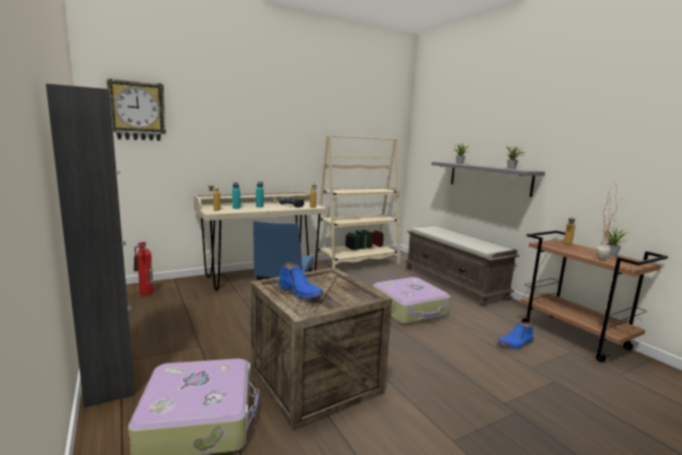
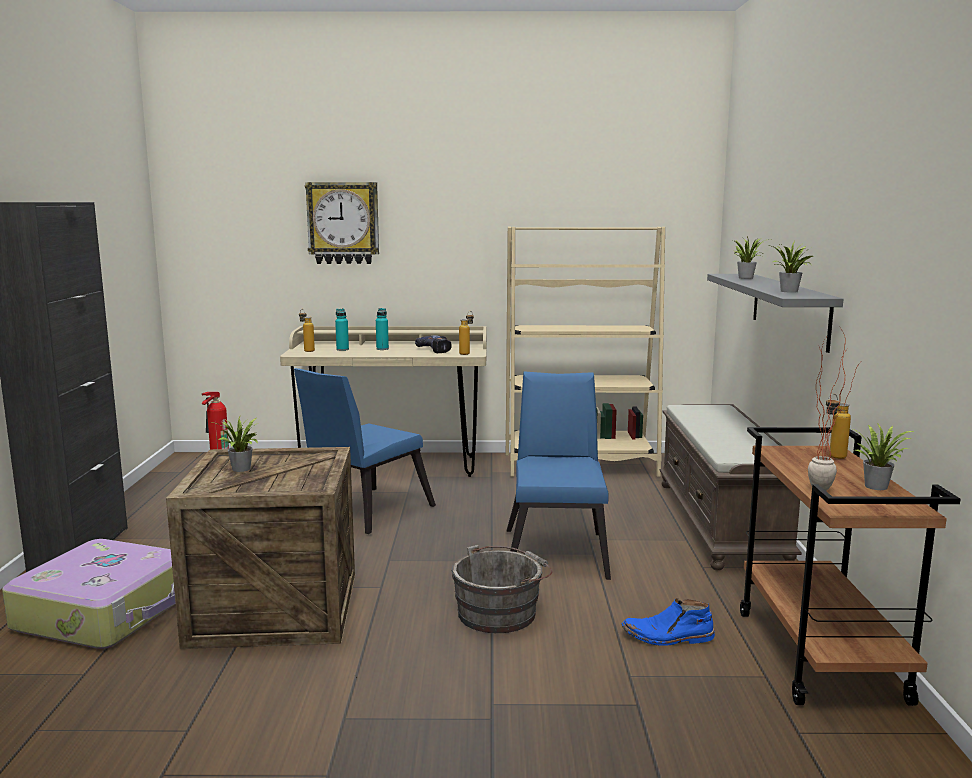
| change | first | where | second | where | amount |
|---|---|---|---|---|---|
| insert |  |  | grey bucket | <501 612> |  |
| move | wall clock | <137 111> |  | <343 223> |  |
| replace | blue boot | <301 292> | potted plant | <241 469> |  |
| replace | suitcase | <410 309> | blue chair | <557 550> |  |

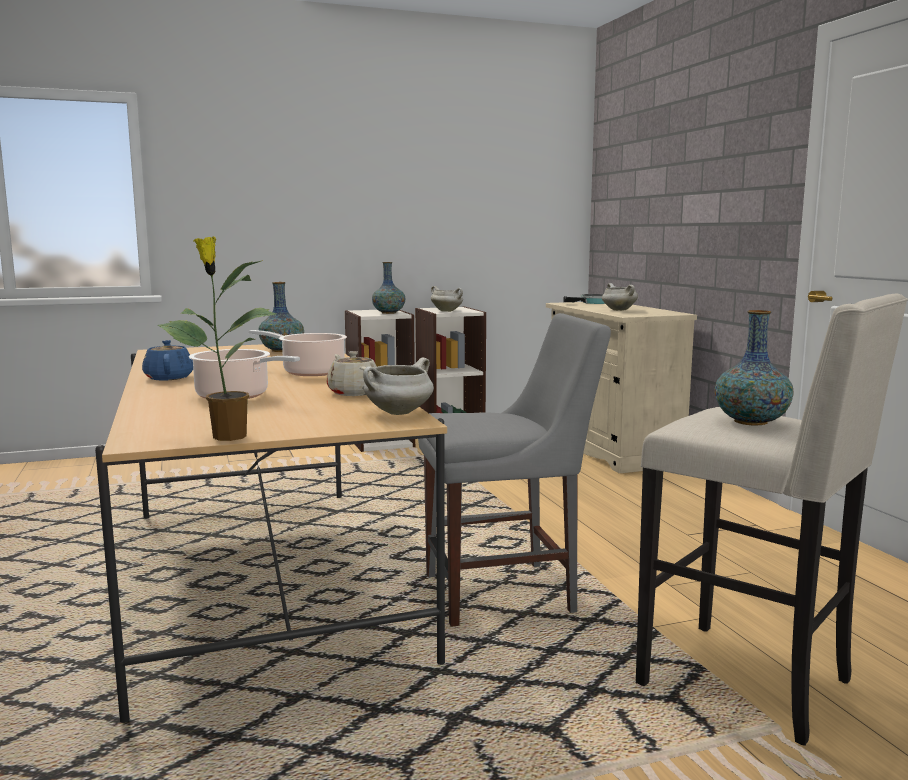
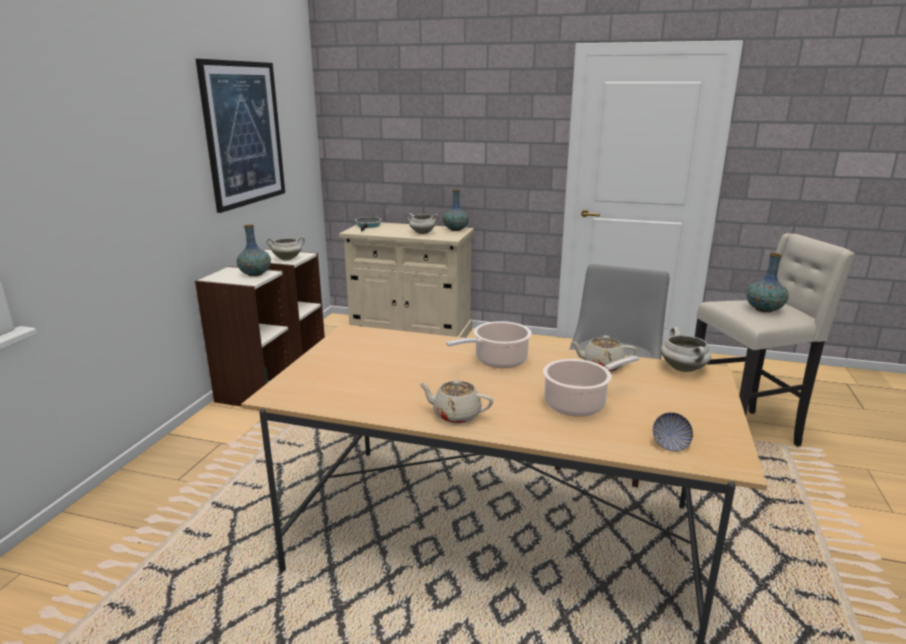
| change | first | where | second | where | amount |
|---|---|---|---|---|---|
| delete | potted plant | <227 437> |  |  |  |
| insert |  |  | picture | <244 134> |  |
| insert |  |  | bowl | <670 445> |  |
| move | vase | <282 350> |  | <455 229> |  |
| recolor | blue teapot | <169 377> | beige teapot | <455 415> |  |

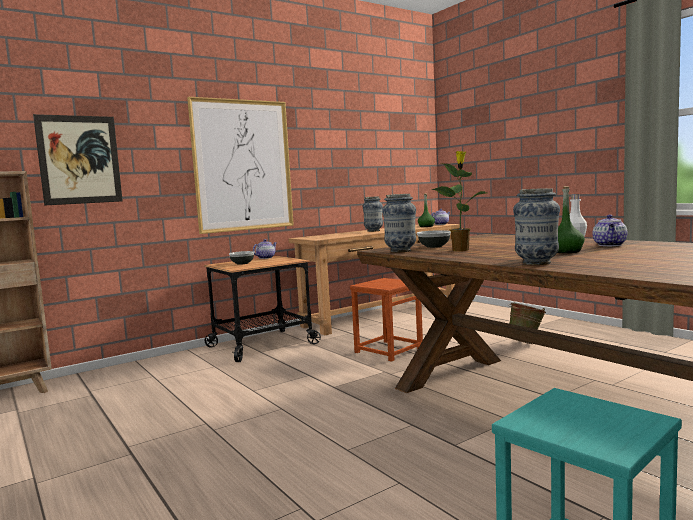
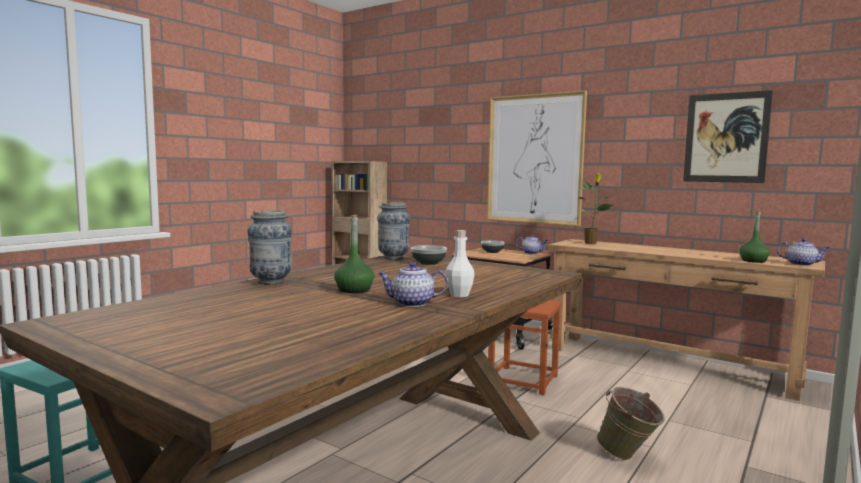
| change | first | where | second | where | amount |
|---|---|---|---|---|---|
| delete | vase | <373 231> |  |  |  |
| move | picture | <79 160> |  | <726 138> |  |
| move | potted plant | <461 250> |  | <591 243> |  |

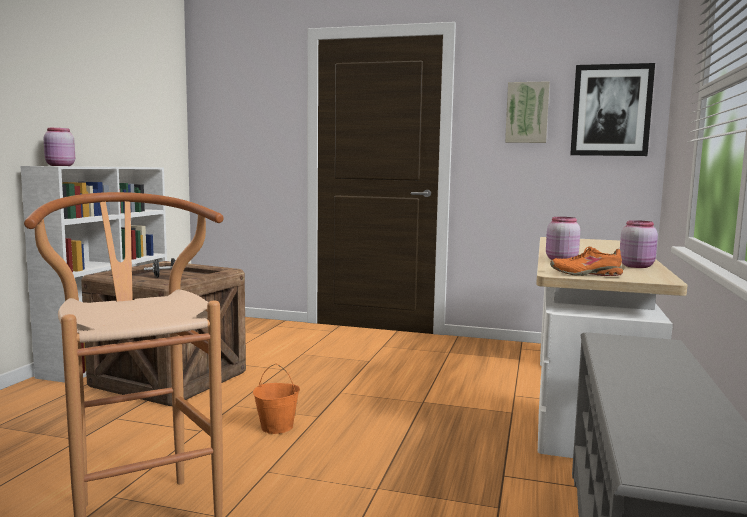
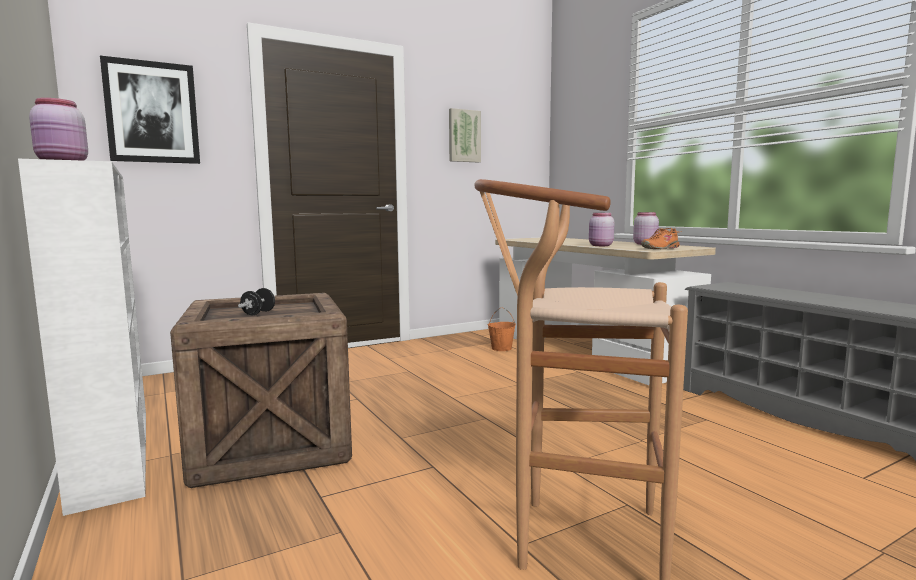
| change | first | where | second | where | amount |
|---|---|---|---|---|---|
| move | orange bucket | <277 427> |  | <501 348> |  |
| move | picture | <611 110> |  | <152 112> |  |

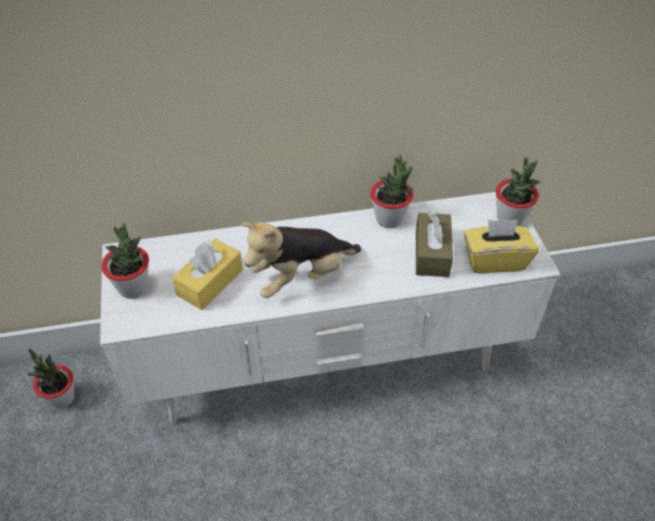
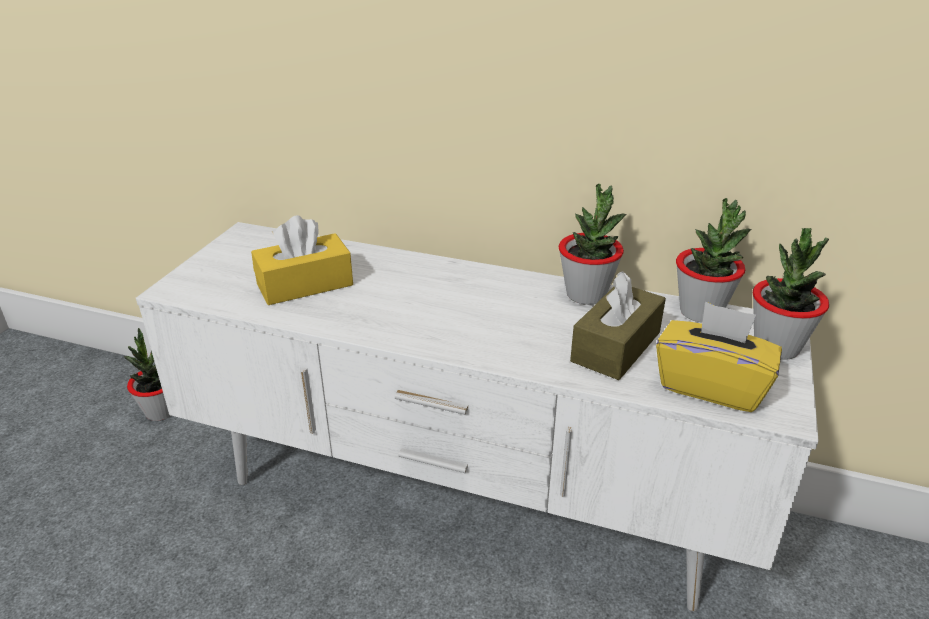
| change | first | where | second | where | amount |
|---|---|---|---|---|---|
| delete | plush toy | <302 277> |  |  |  |
| move | potted plant | <133 288> |  | <701 312> |  |

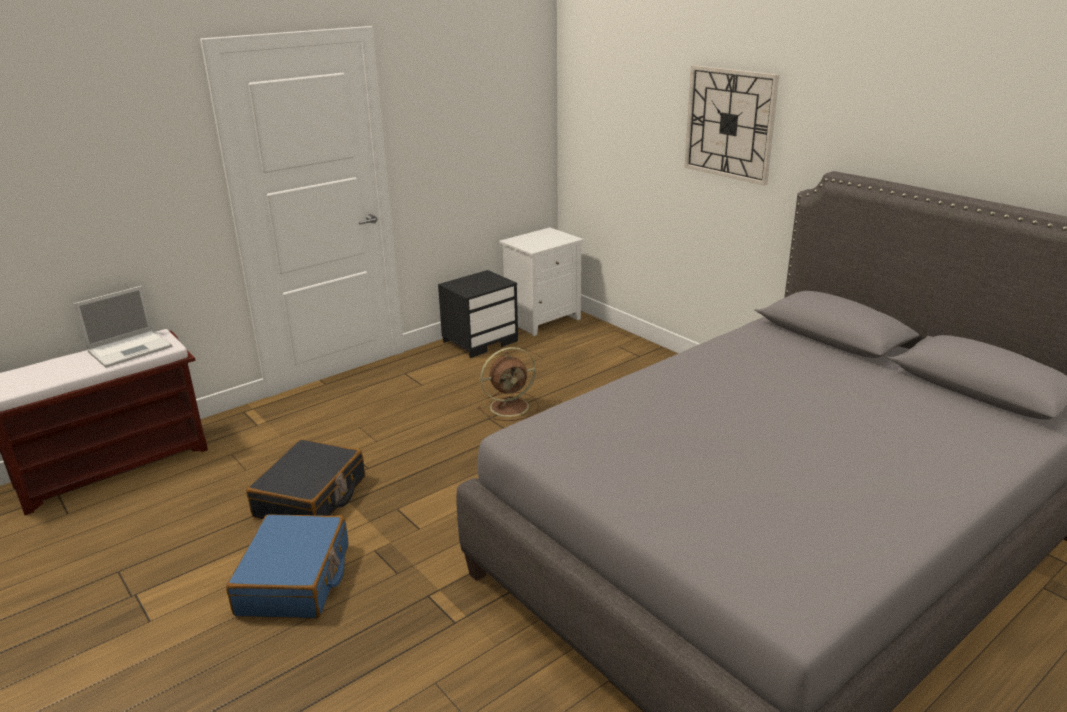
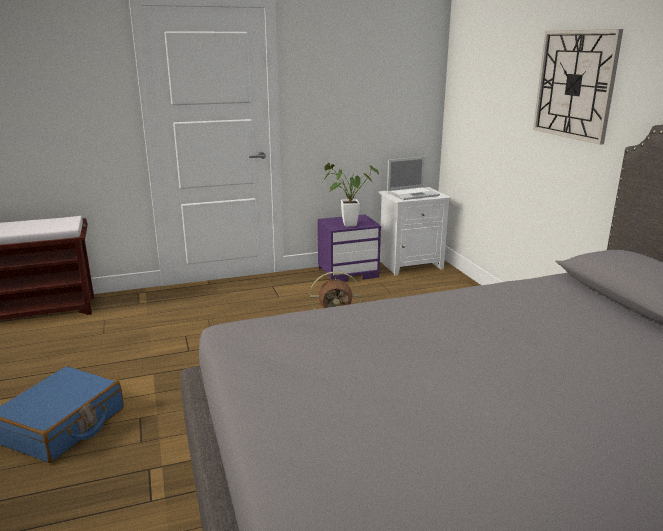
| change | first | where | second | where | amount |
|---|---|---|---|---|---|
| delete | black suitcase | <311 497> |  |  |  |
| insert |  |  | potted plant | <346 225> |  |
| move | laptop | <131 348> |  | <413 194> |  |
| recolor | black nightstand | <480 341> | purple nightstand | <348 272> |  |

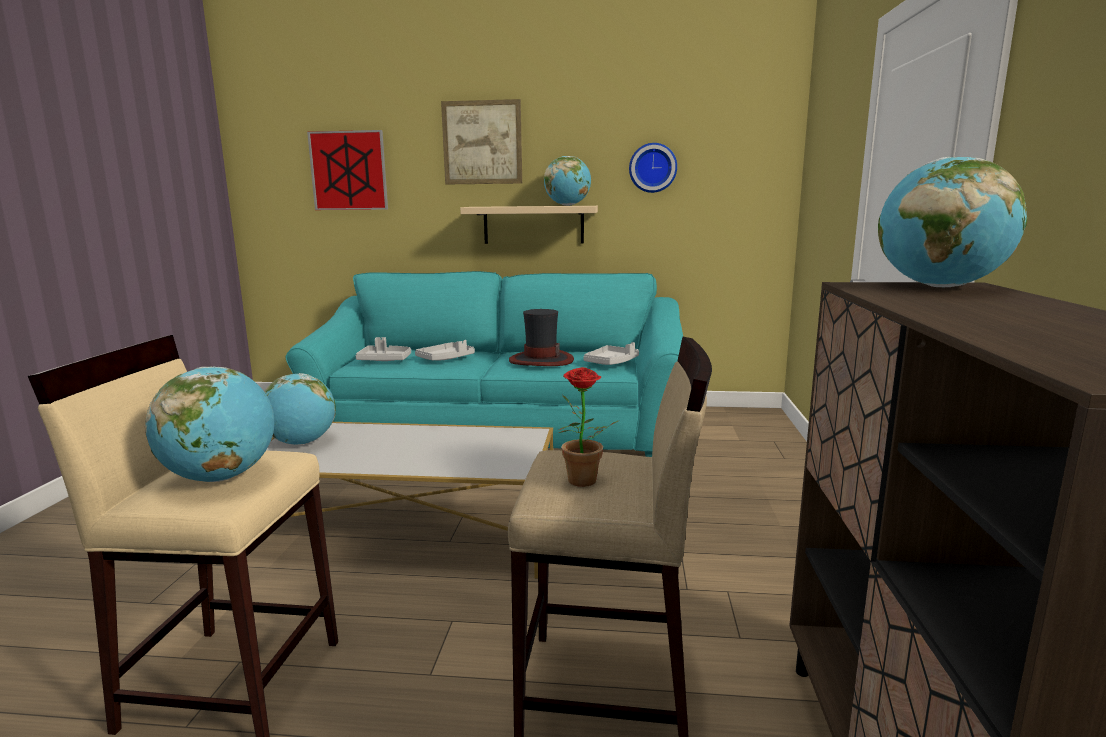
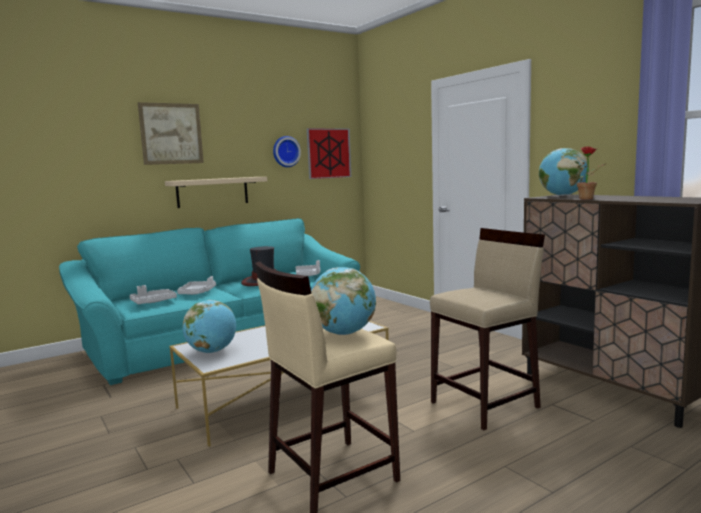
| change | first | where | second | where | amount |
|---|---|---|---|---|---|
| delete | globe | <567 205> |  |  |  |
| move | picture | <348 171> |  | <329 153> |  |
| move | potted plant | <583 483> |  | <589 199> |  |

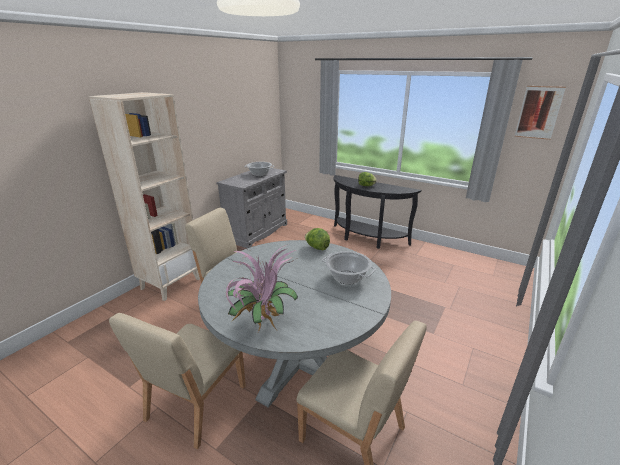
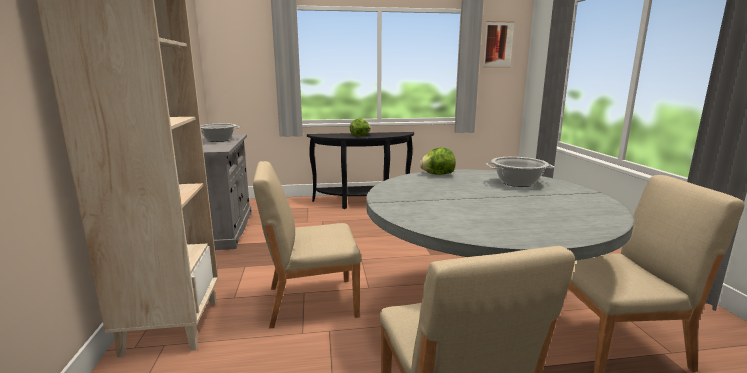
| change | first | where | second | where | amount |
|---|---|---|---|---|---|
| delete | potted plant | <262 324> |  |  |  |

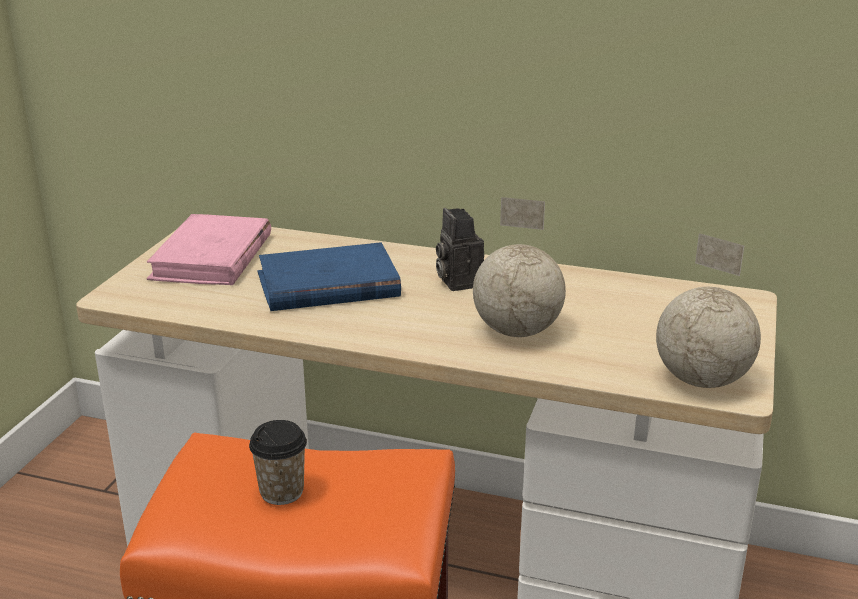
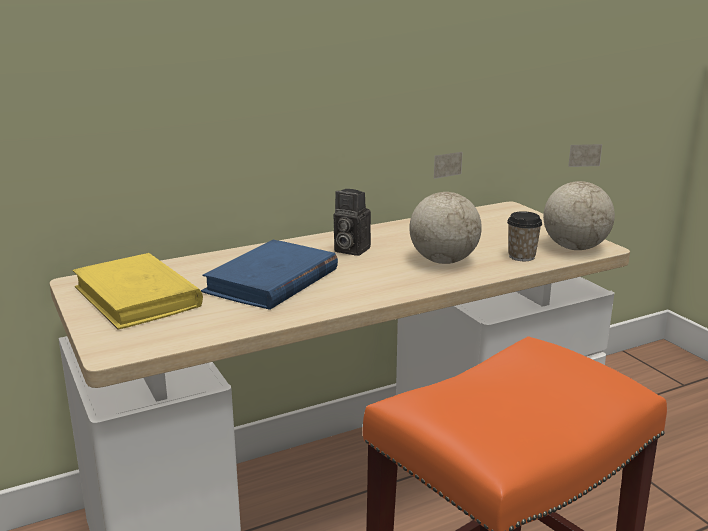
| change | first | where | second | where | amount |
|---|---|---|---|---|---|
| move | cup | <281 492> |  | <521 256> |  |
| recolor | pink book | <212 257> | yellow book | <137 297> |  |

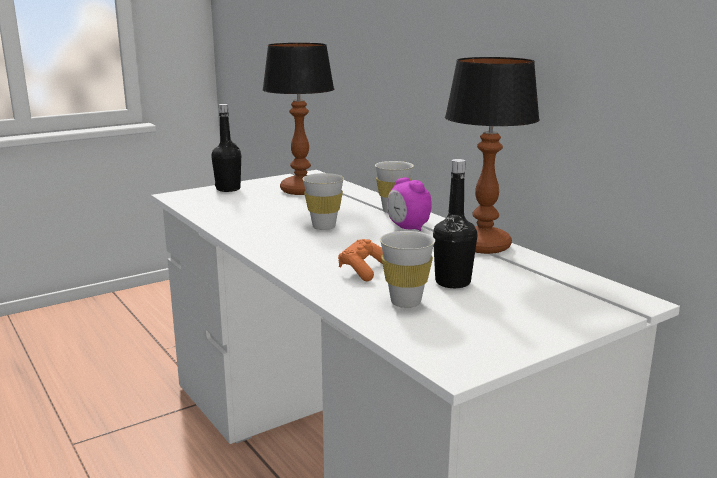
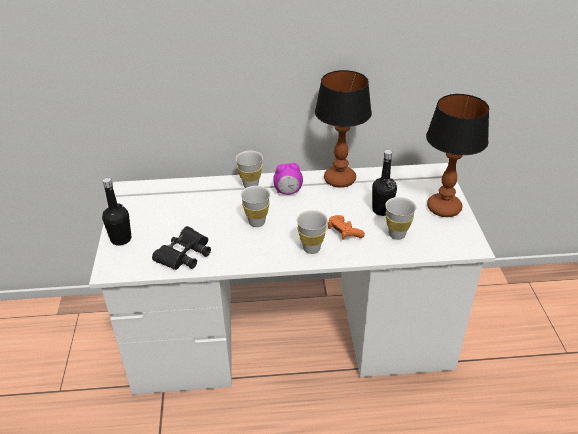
| change | first | where | second | where | amount |
|---|---|---|---|---|---|
| insert |  |  | black binoculars | <184 254> |  |
| insert |  |  | white cup | <311 248> |  |
| move | table lamp | <301 190> |  | <444 208> |  |

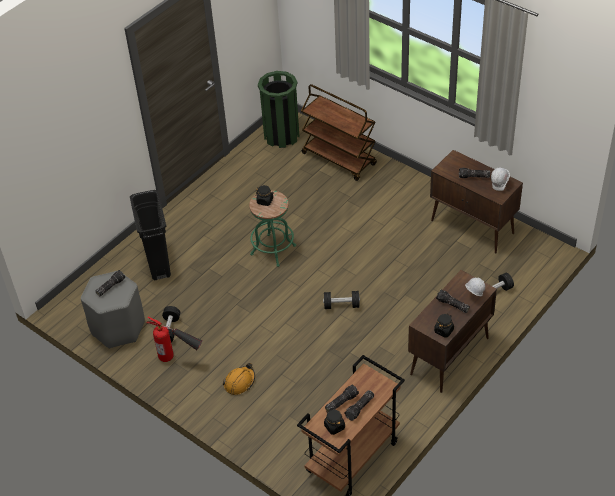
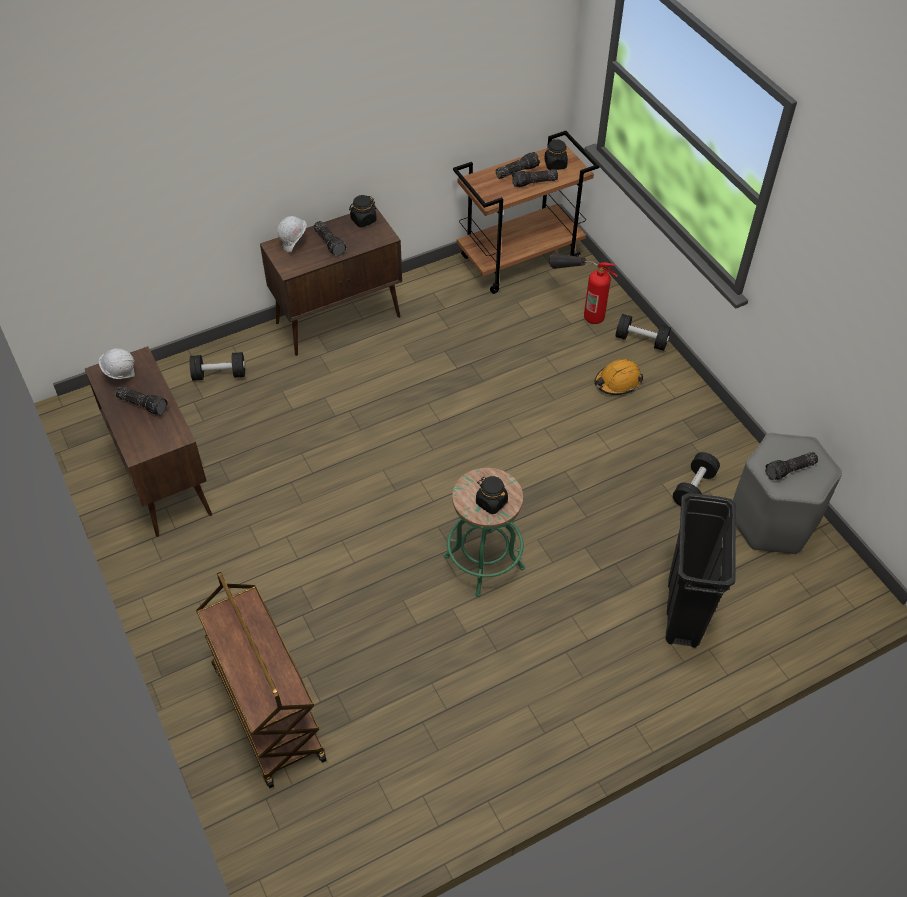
| change | first | where | second | where | amount |
|---|---|---|---|---|---|
| delete | green trash can | <281 135> |  |  |  |
| move | fire extinguisher | <179 359> |  | <578 307> |  |
| move | black dumbbell | <341 305> |  | <641 340> |  |

